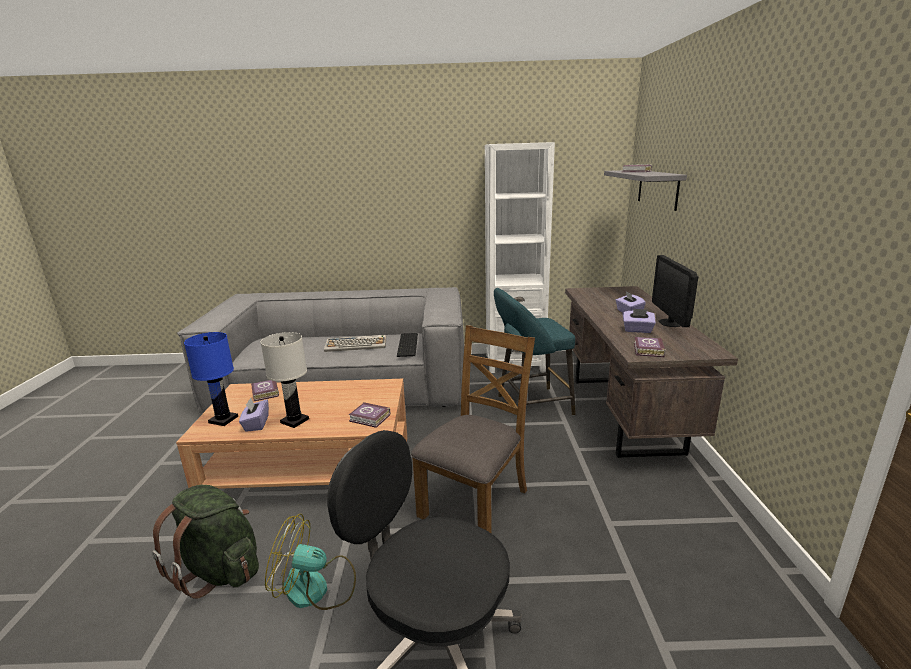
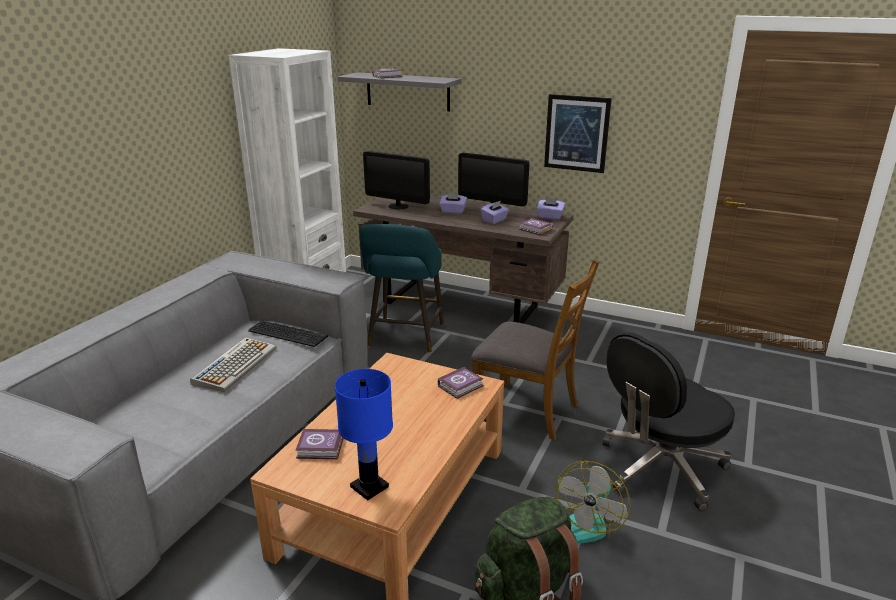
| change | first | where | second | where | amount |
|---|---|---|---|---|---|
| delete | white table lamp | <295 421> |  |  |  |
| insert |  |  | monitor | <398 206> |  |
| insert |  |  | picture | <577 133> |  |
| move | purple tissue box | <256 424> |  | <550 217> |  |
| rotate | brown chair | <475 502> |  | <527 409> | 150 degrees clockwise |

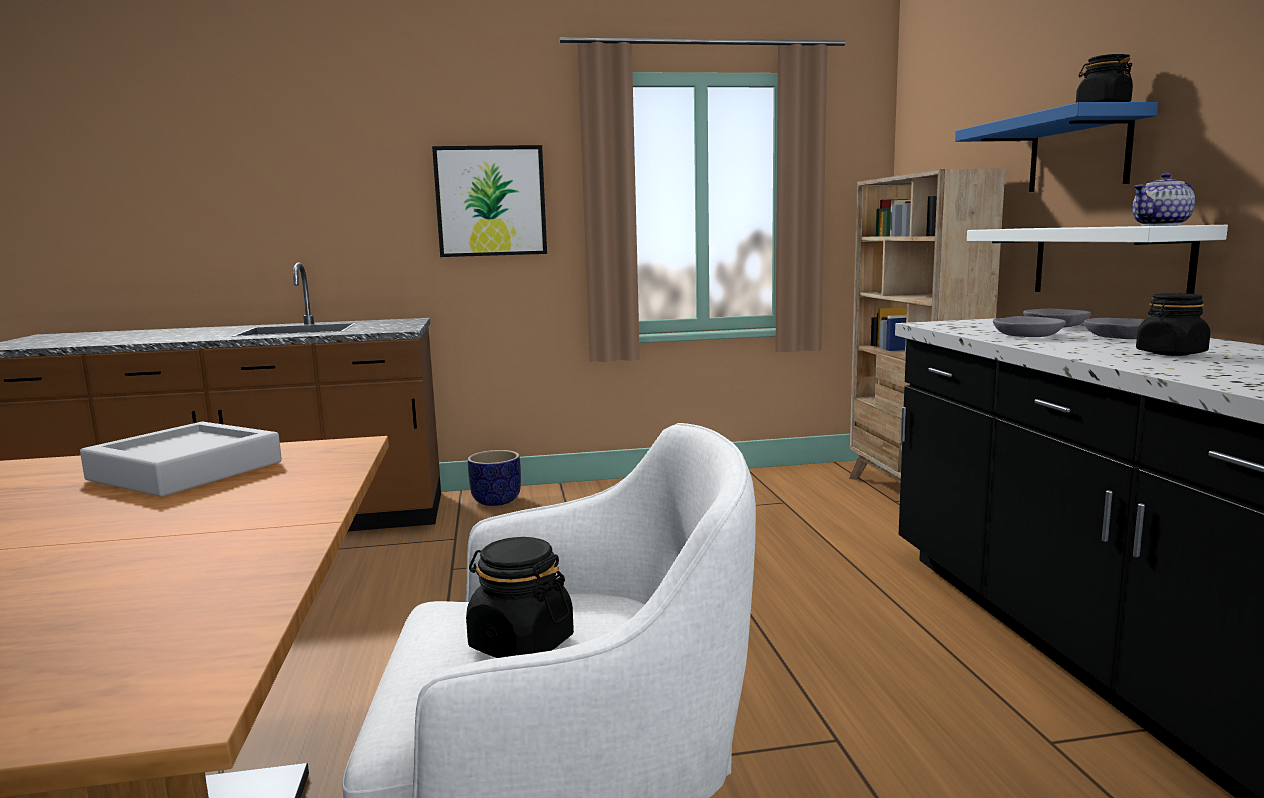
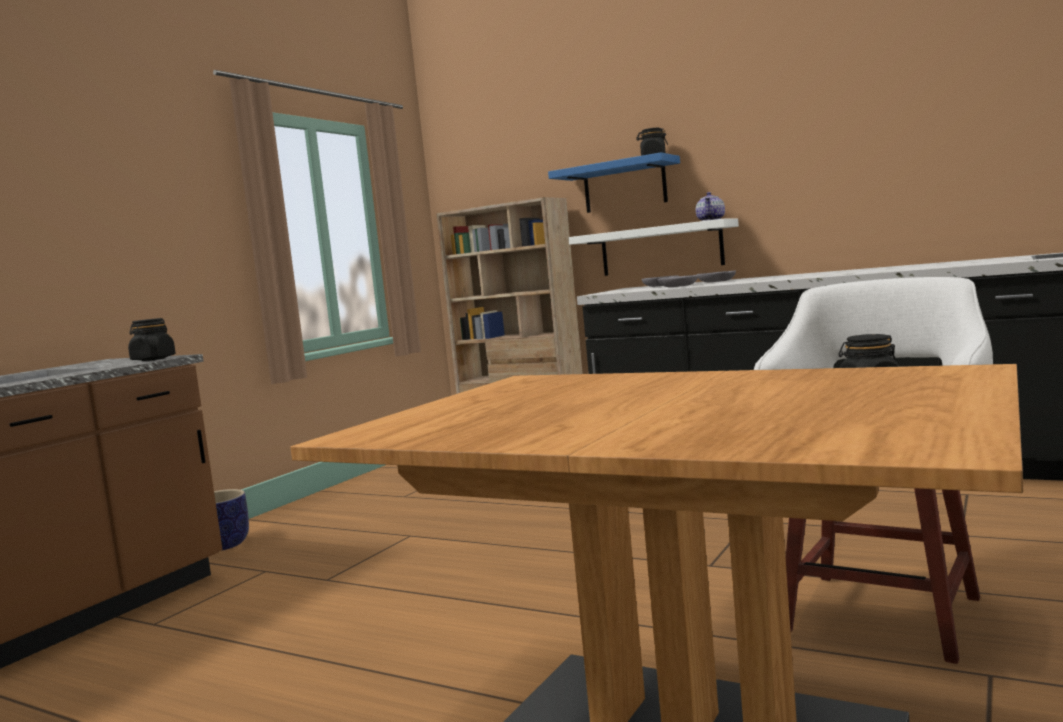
| change | first | where | second | where | amount |
|---|---|---|---|---|---|
| delete | grey tray | <186 471> |  |  |  |
| delete | picture | <491 201> |  |  |  |
| move | black jar | <1170 353> |  | <153 359> |  |

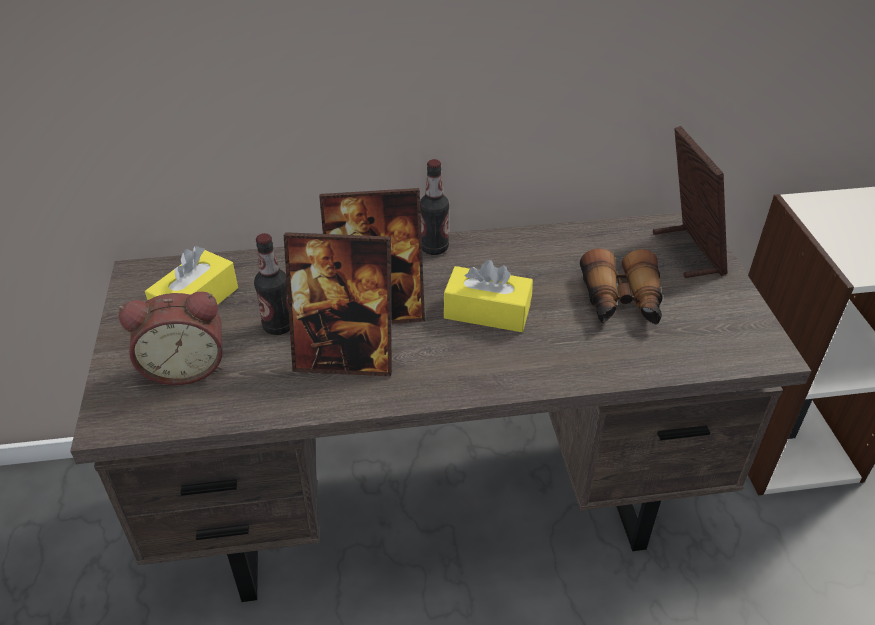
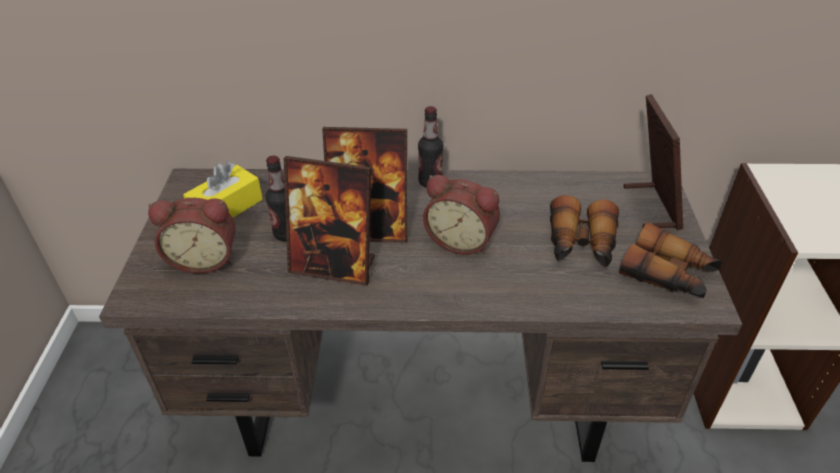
| change | first | where | second | where | amount |
|---|---|---|---|---|---|
| insert |  |  | binoculars | <668 274> |  |
| replace | yellow tissue box | <487 312> | alarm clock | <462 240> |  |

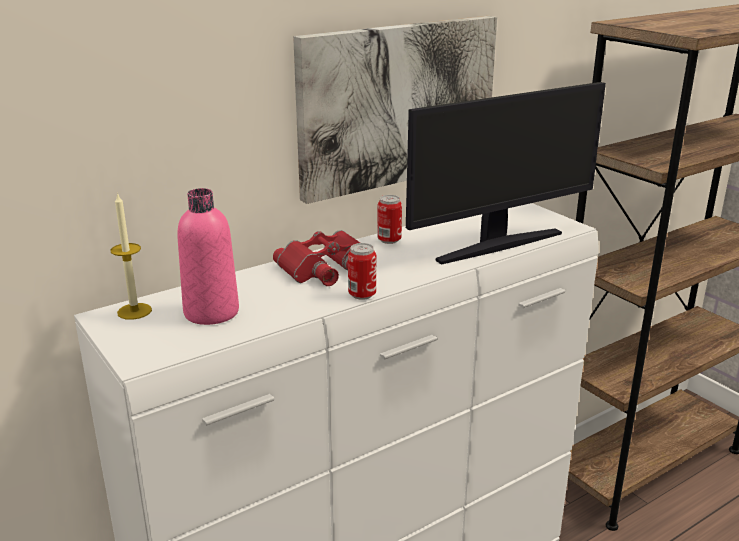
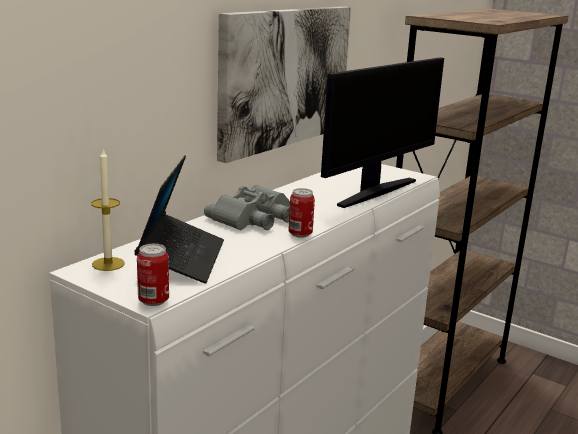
| change | first | where | second | where | amount |
|---|---|---|---|---|---|
| move | can | <389 240> |  | <153 300> |  |
| replace | pink bottle | <211 312> | laptop | <182 258> |  |
| recolor | red binoculars | <328 269> | grey binoculars | <254 218> |  |

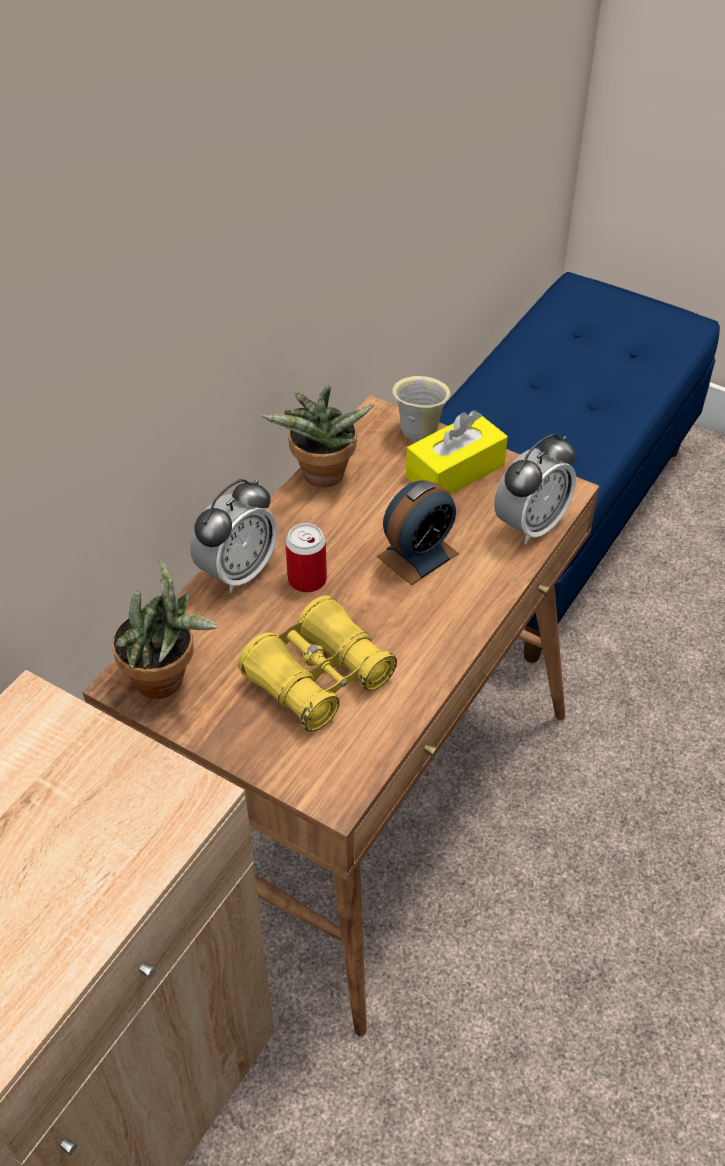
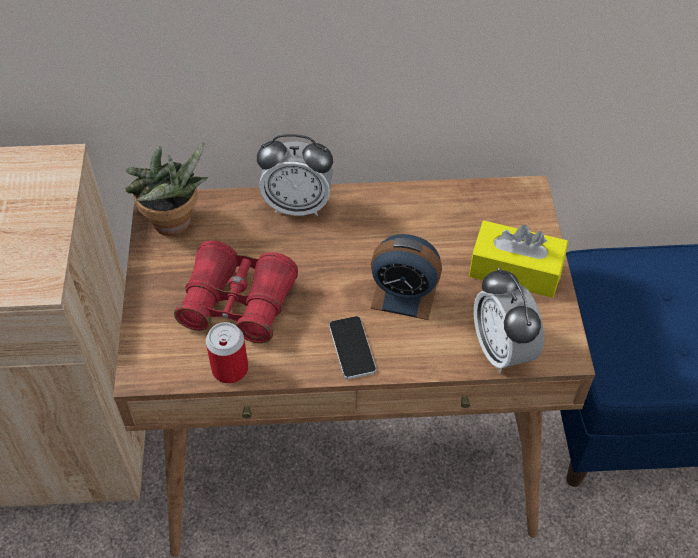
| change | first | where | second | where | amount |
|---|---|---|---|---|---|
| delete | potted plant | <322 478> |  |  |  |
| delete | beige mug | <419 433> |  |  |  |
| insert |  |  | phone | <352 348> |  |
| move | can | <307 579> |  | <230 369> |  |
| recolor | yellow binoculars | <318 678> | red binoculars | <238 303> |  |
| rotate | alarm clock | <530 525> |  | <502 350> | 60 degrees clockwise |

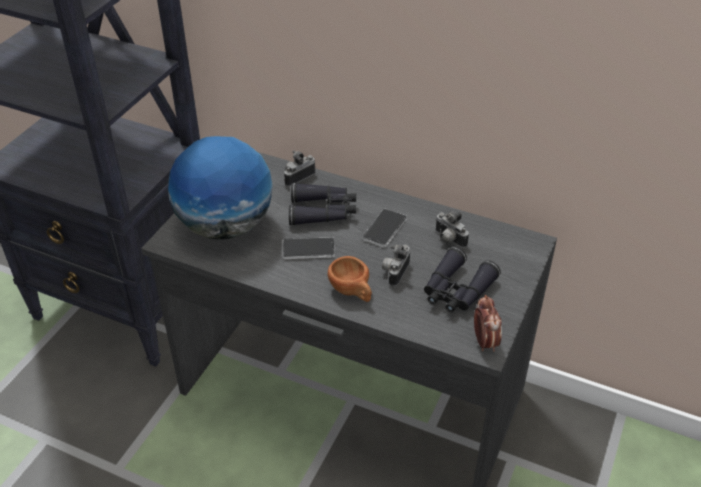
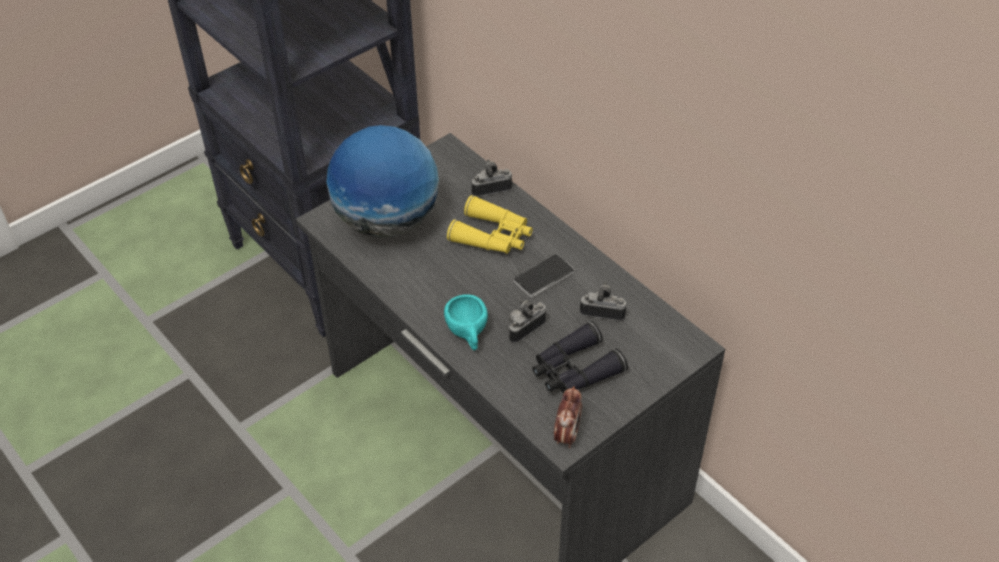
| change | first | where | second | where | amount |
|---|---|---|---|---|---|
| delete | phone | <308 249> |  |  |  |
| recolor | black binoculars | <323 211> | yellow binoculars | <493 236> |  |
| recolor | brown cup | <352 291> | turquoise cup | <468 334> |  |
| rotate | photo camera | <448 240> |  | <602 311> | 120 degrees clockwise |

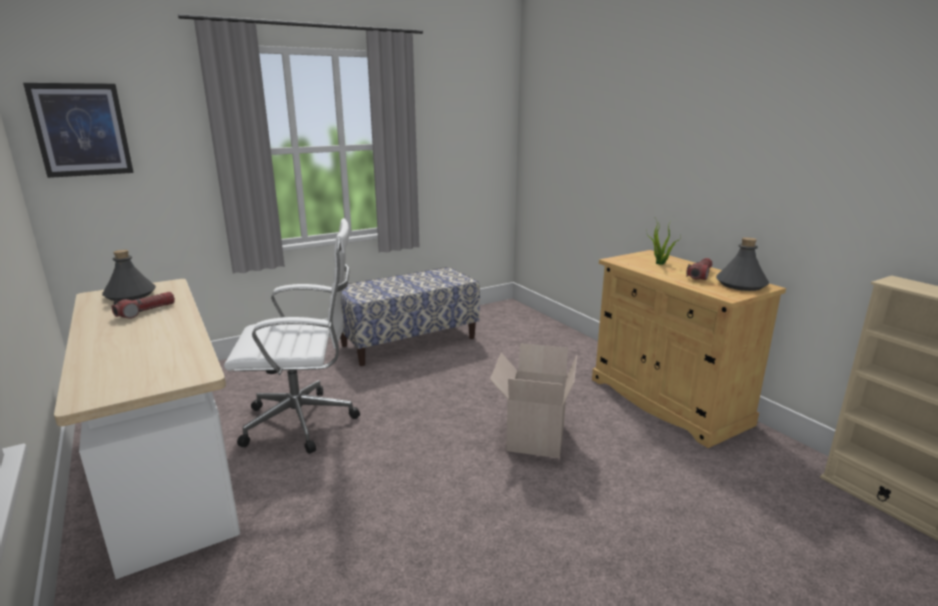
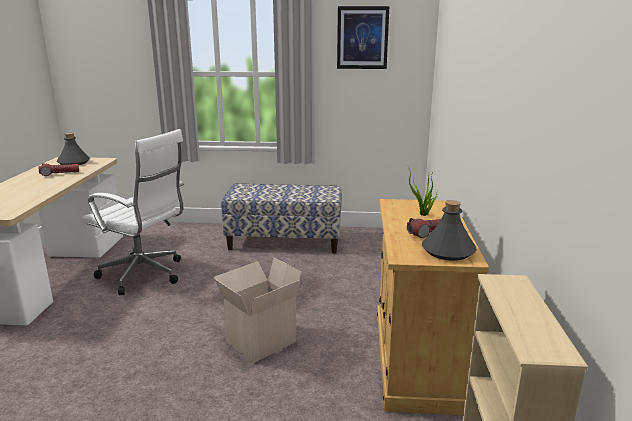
| change | first | where | second | where | amount |
|---|---|---|---|---|---|
| move | picture | <81 130> |  | <362 38> |  |

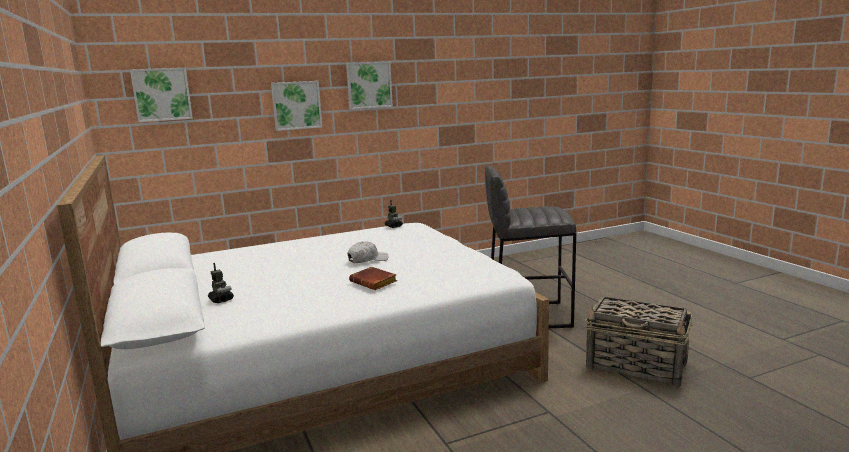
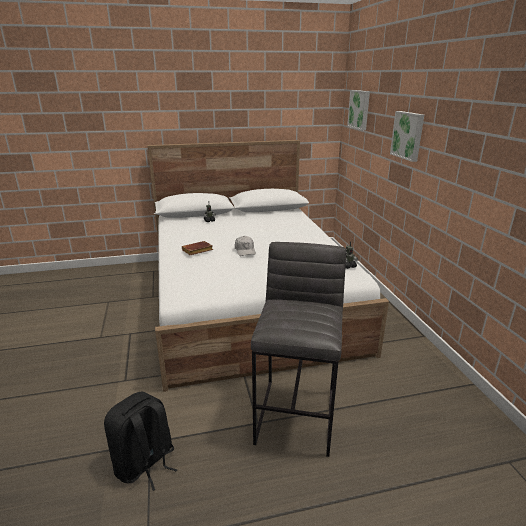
| change | first | where | second | where | amount |
|---|---|---|---|---|---|
| delete | picture | <368 85> |  |  |  |
| replace | basket | <637 366> | black backpack | <145 463> |  |

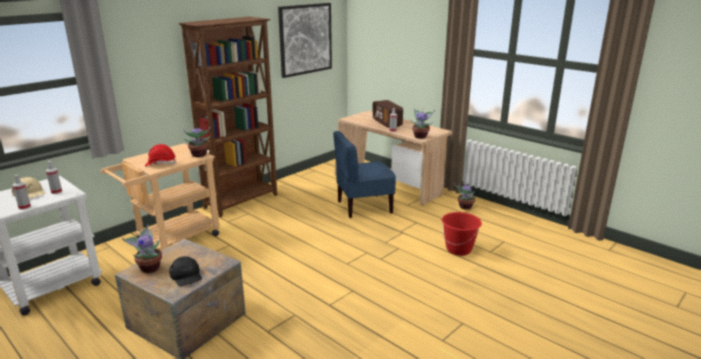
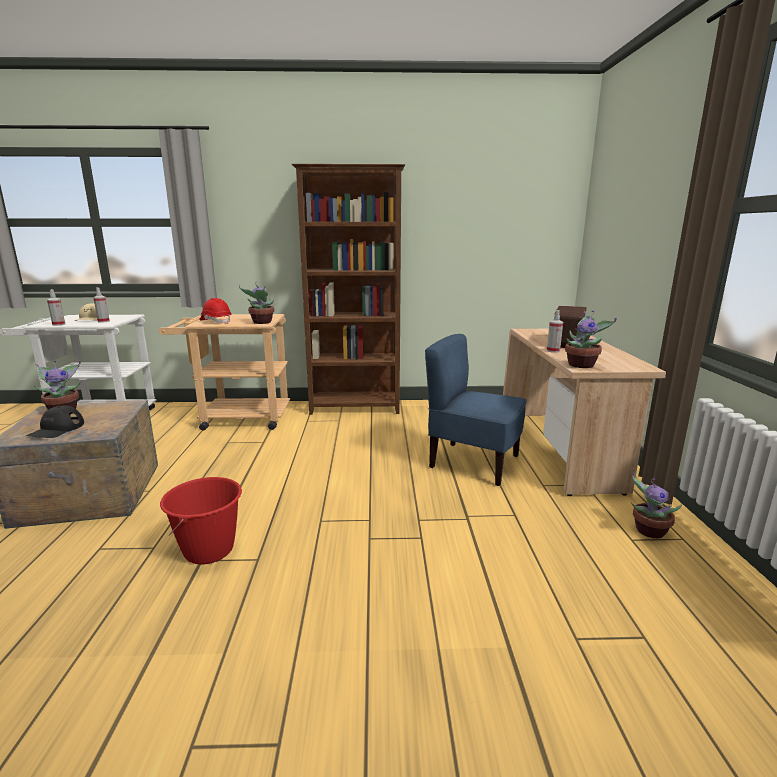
| change | first | where | second | where | amount |
|---|---|---|---|---|---|
| delete | picture | <305 39> |  |  |  |
| move | red bucket | <459 249> |  | <209 550> |  |

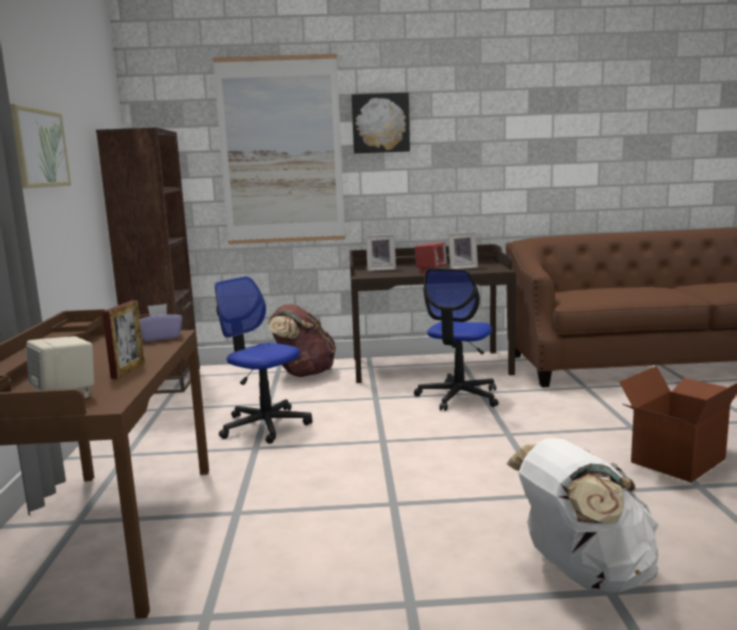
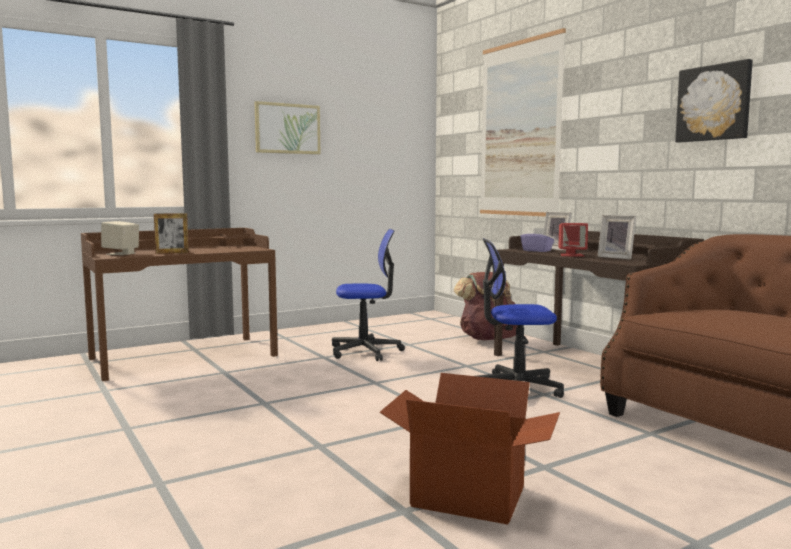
| change | first | where | second | where | amount |
|---|---|---|---|---|---|
| delete | brown bookcase | <166 381> |  |  |  |
| delete | white backpack | <583 574> |  |  |  |
| move | purple tissue box | <160 337> |  | <537 251> |  |
| move | picture | <380 123> |  | <714 103> |  |
| rotate | office chair | <265 425> |  | <365 351> | 75 degrees clockwise |

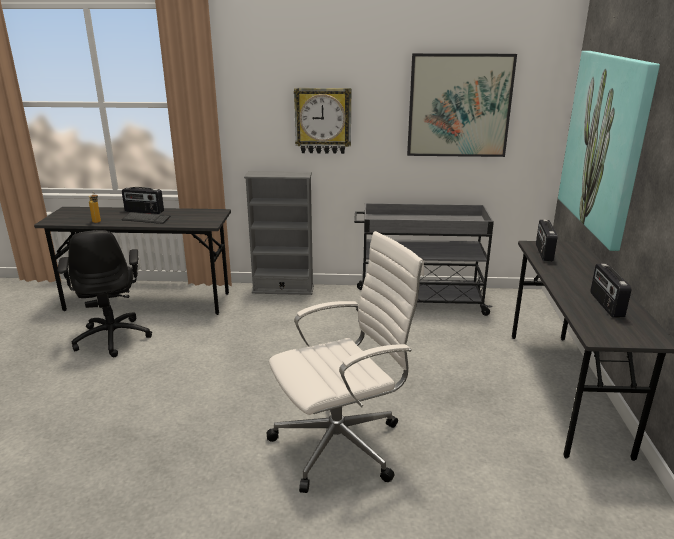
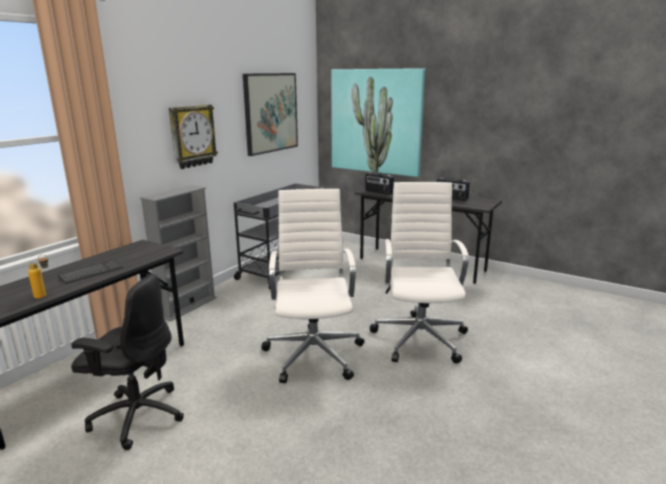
| change | first | where | second | where | amount |
|---|---|---|---|---|---|
| delete | radio | <144 211> |  |  |  |
| insert |  |  | white office chair | <314 353> |  |

